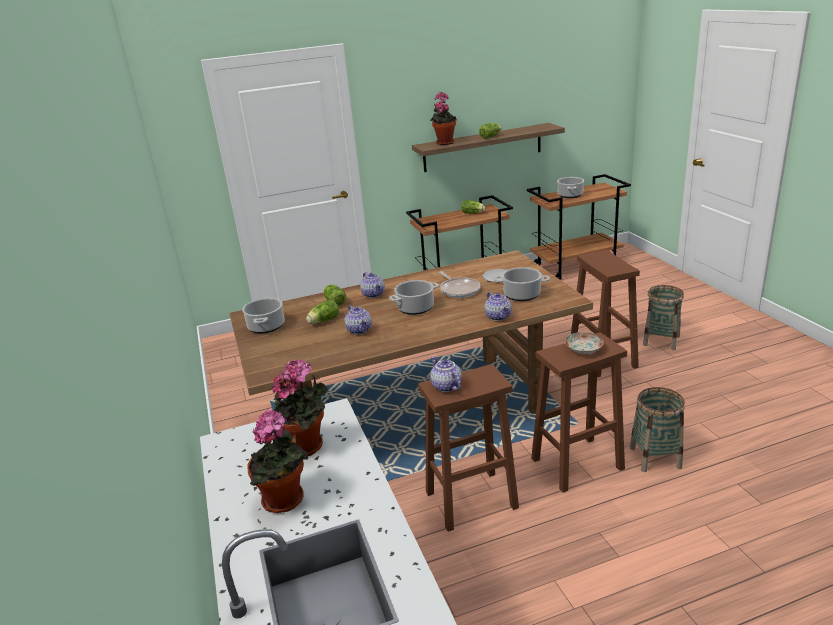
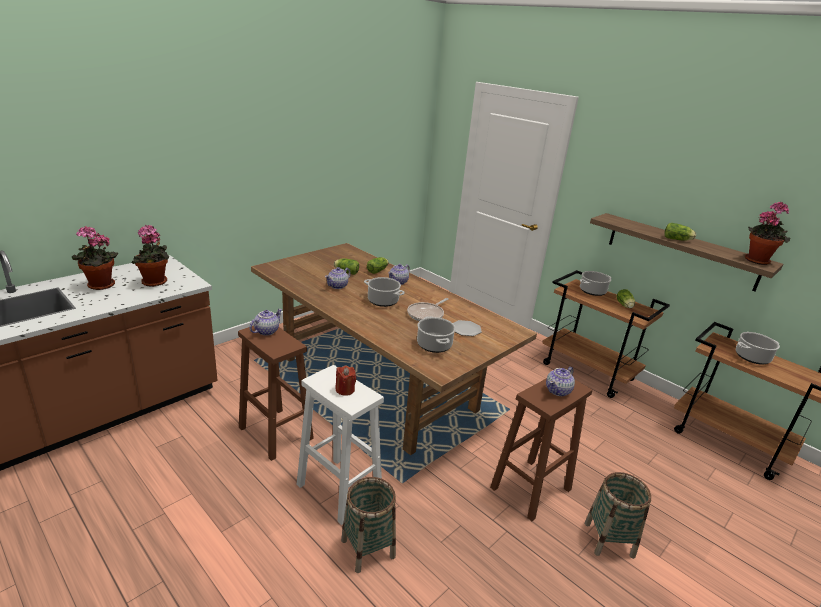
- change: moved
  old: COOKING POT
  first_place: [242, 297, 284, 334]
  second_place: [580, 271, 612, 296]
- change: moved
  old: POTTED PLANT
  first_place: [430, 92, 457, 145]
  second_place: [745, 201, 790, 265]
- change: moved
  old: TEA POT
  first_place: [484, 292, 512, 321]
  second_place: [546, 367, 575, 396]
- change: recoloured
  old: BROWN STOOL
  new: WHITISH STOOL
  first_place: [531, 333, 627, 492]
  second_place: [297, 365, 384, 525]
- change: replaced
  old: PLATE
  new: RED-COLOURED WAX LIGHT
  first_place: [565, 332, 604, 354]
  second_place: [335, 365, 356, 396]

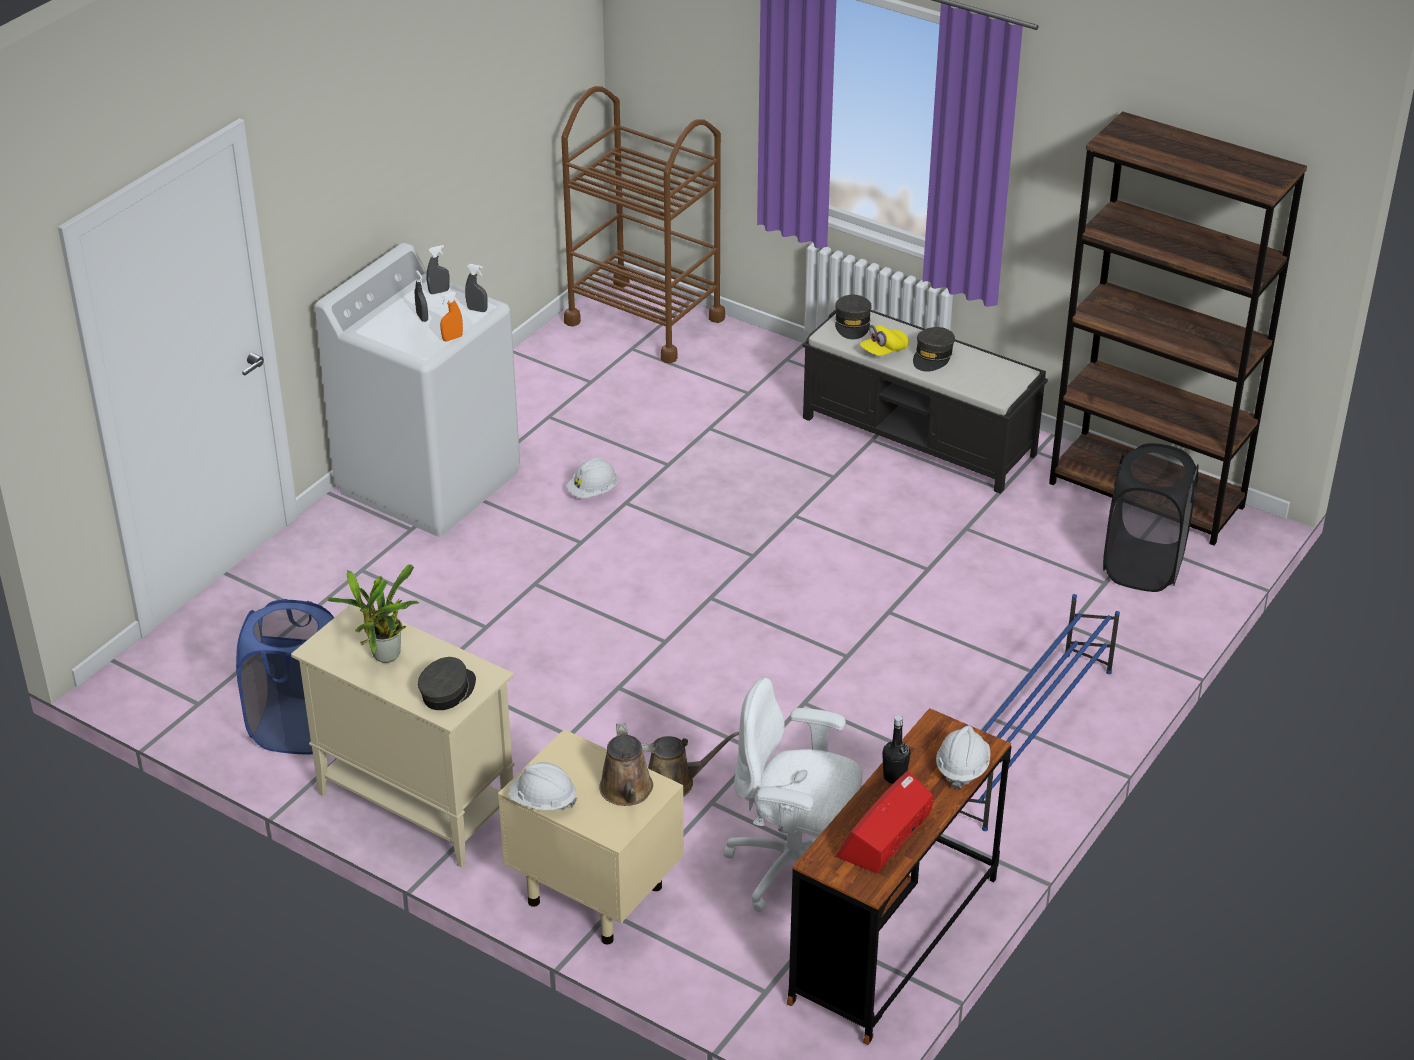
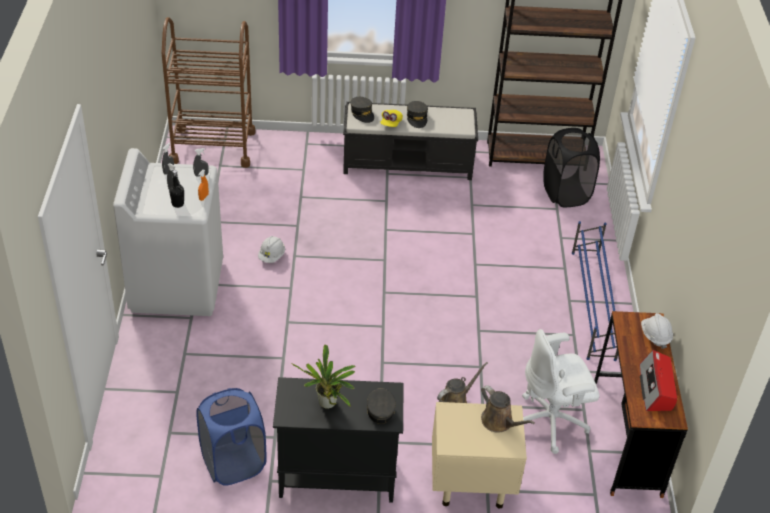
- change: recoloured
  old: SAND-COLOURED CUPBOARD
  new: BLACK-COLOURED CUPBOARD
  first_place: [291, 604, 515, 868]
  second_place: [273, 377, 404, 503]
- change: removed
  old: WHITISH HARD HAT
  first_place: [509, 762, 577, 810]
- change: moved
  old: BLACK-COLOURED BEVERAGE BOTTLE
  first_place: [882, 715, 910, 784]
  second_place: [169, 170, 184, 208]

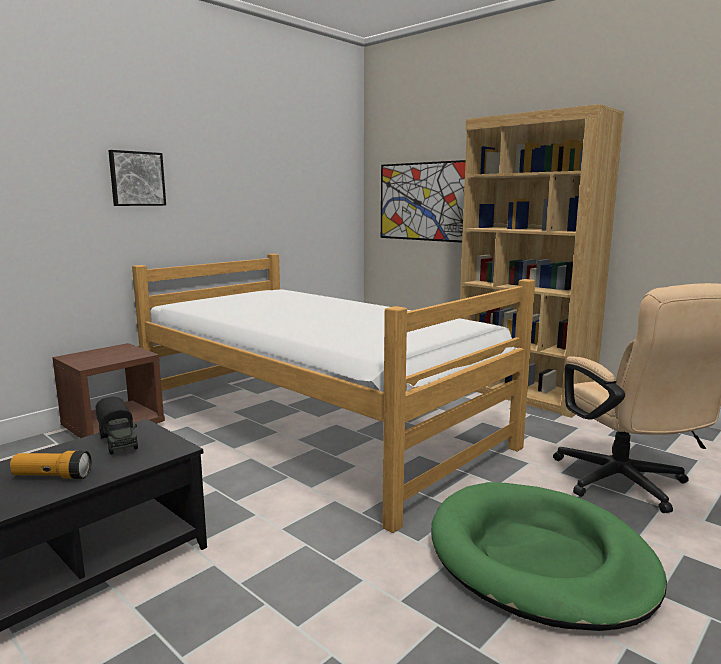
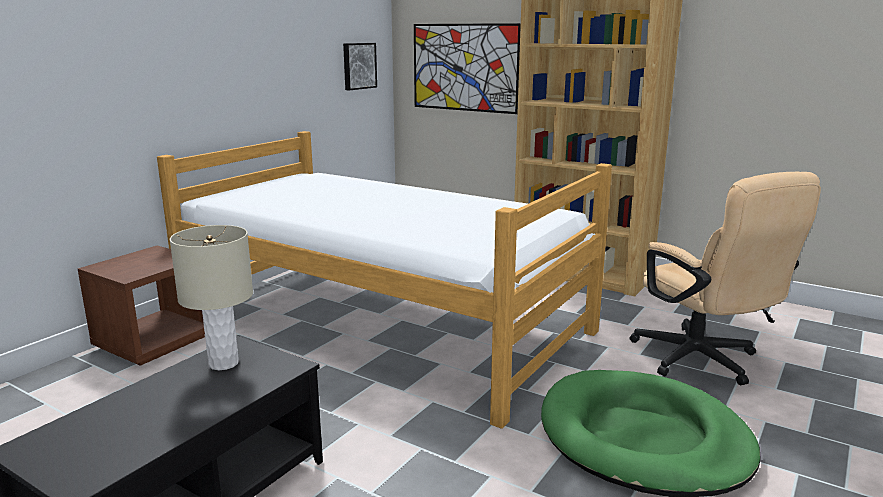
- change: removed
  old: TORCH
  first_place: [10, 451, 91, 479]
- change: replaced
  old: TOY TRUCK
  new: SAND-COLOURED LAMP FOR A TABLE
  first_place: [96, 396, 138, 455]
  second_place: [170, 225, 253, 370]
- change: moved
  old: PICTURE
  first_place: [108, 150, 166, 206]
  second_place: [343, 43, 377, 90]

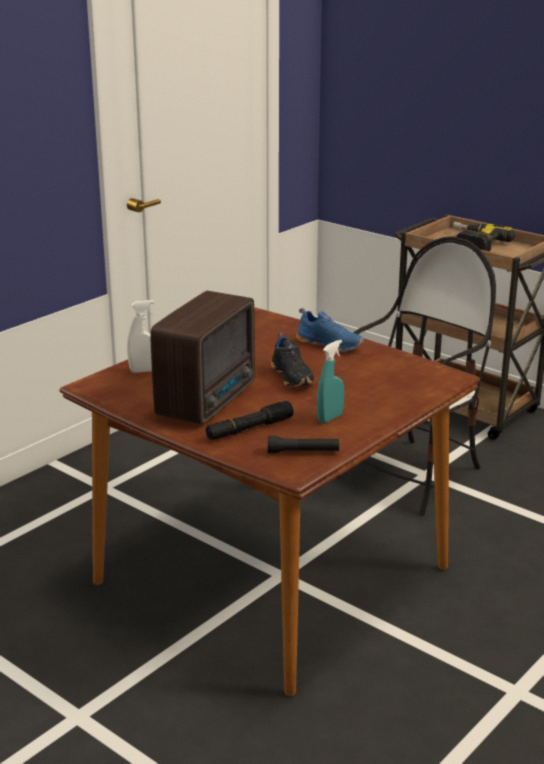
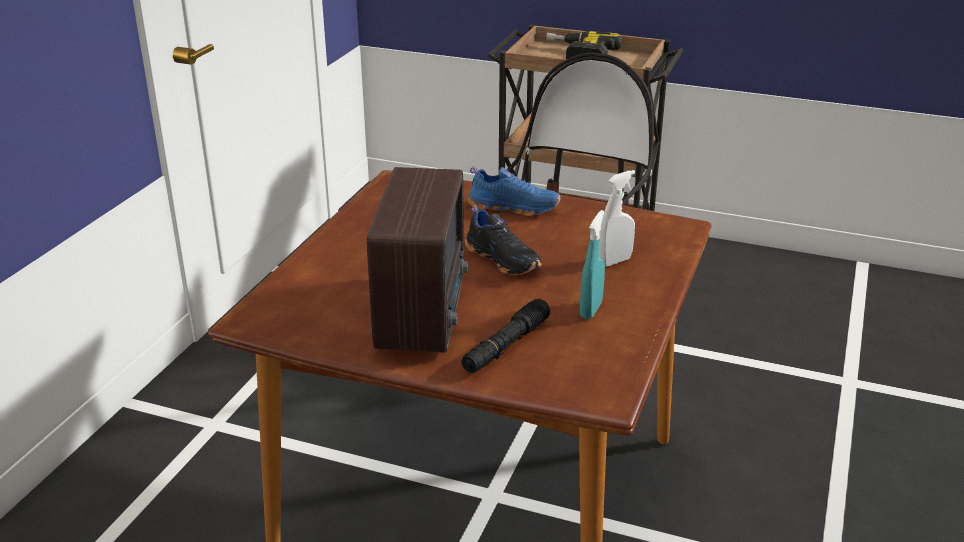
- change: moved
  old: WHITISH SPRAYER
  first_place: [127, 300, 154, 373]
  second_place: [599, 170, 635, 267]
- change: removed
  old: BLACK-COLOURED TORCH
  first_place: [268, 436, 339, 453]

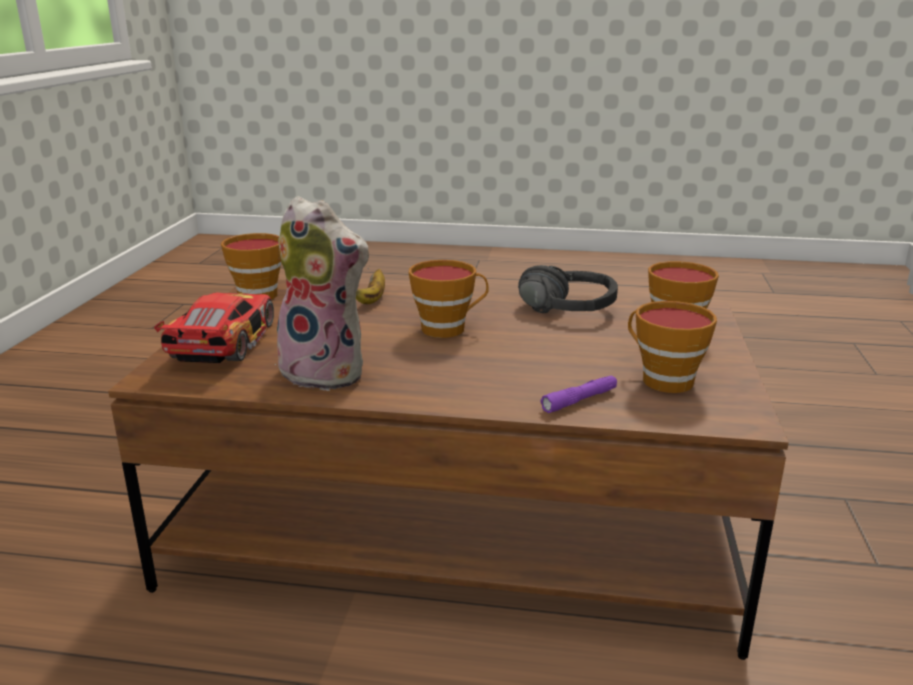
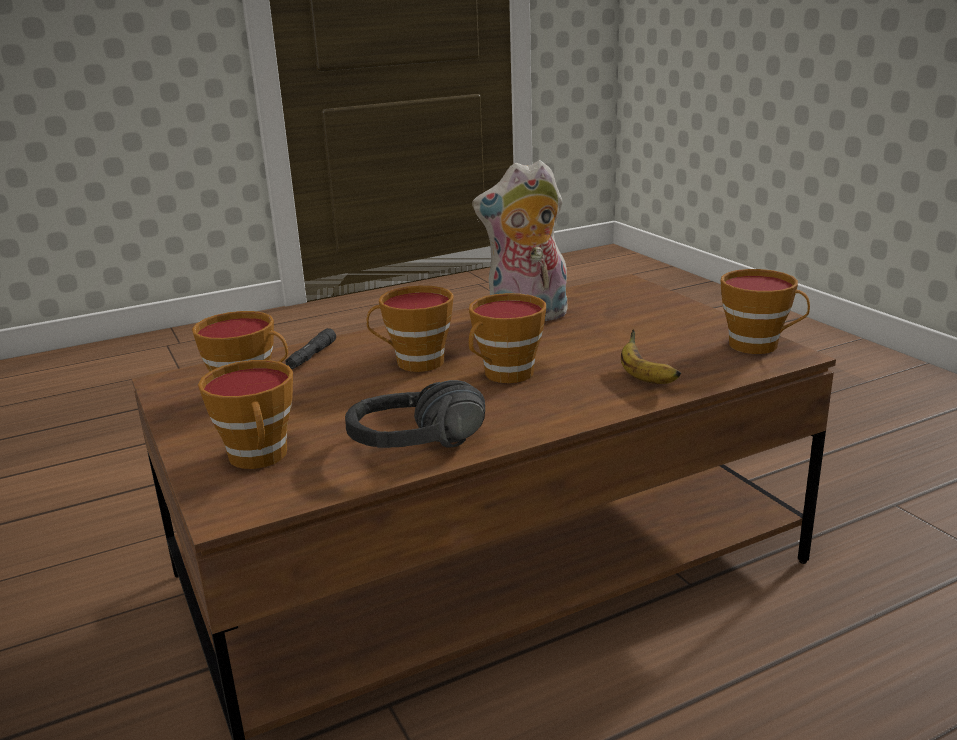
- change: removed
  old: MODEL CAR
  first_place: [154, 292, 274, 363]
- change: recoloured
  old: PURPLE-COLOURED TORCH
  new: BLACK-COLOURED TORCH
  first_place: [541, 376, 617, 413]
  second_place: [285, 328, 336, 369]
- change: added
  new: SMALL CUP
  second_place: [366, 286, 454, 372]

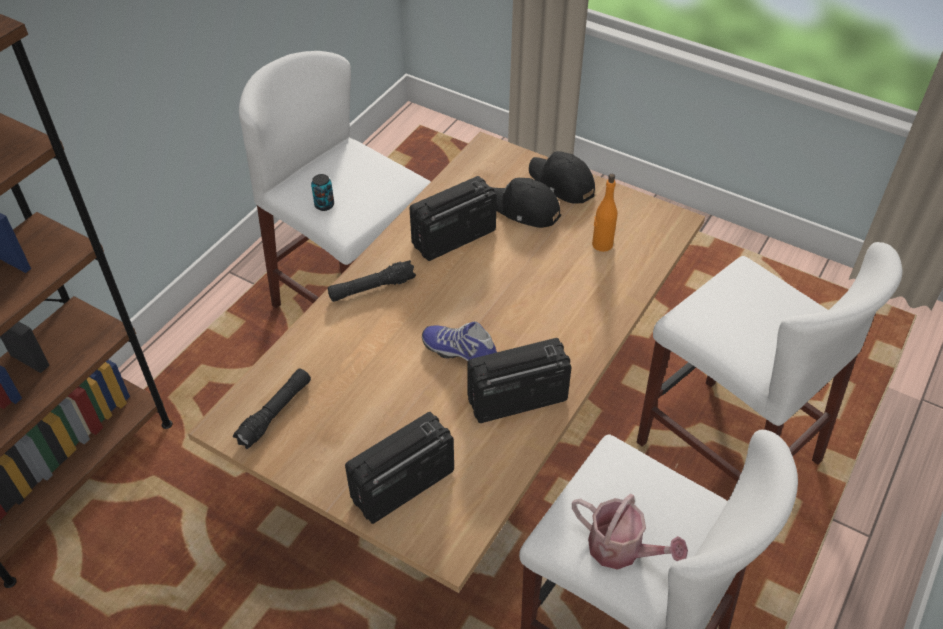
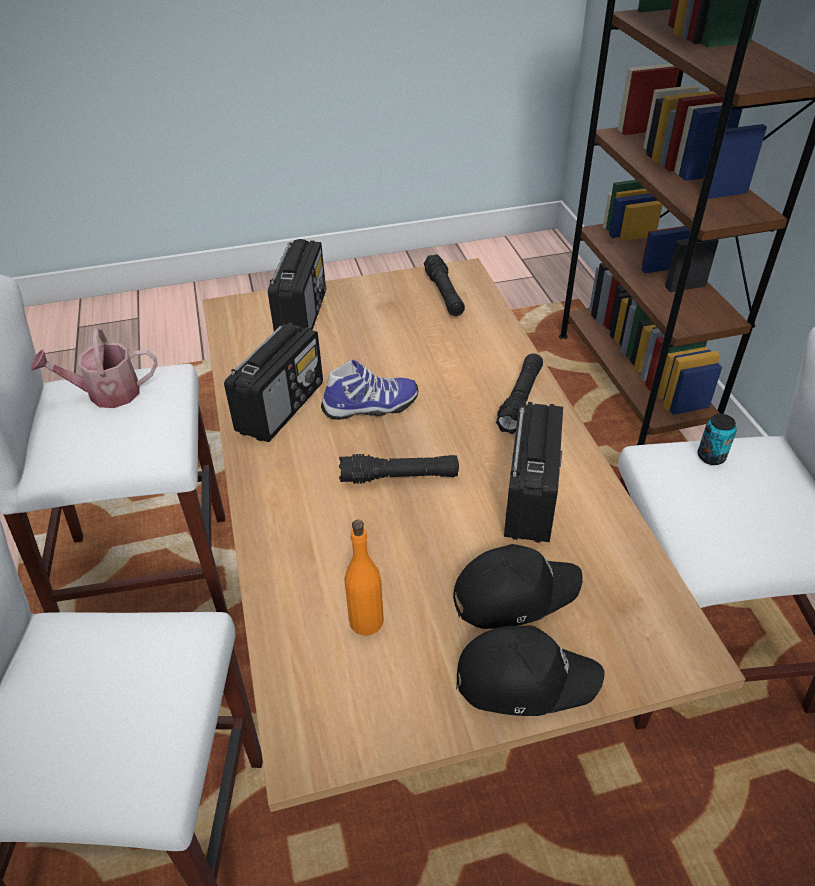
- change: added
  new: BLACK-COLOURED TORCH
  second_place: [339, 454, 459, 484]

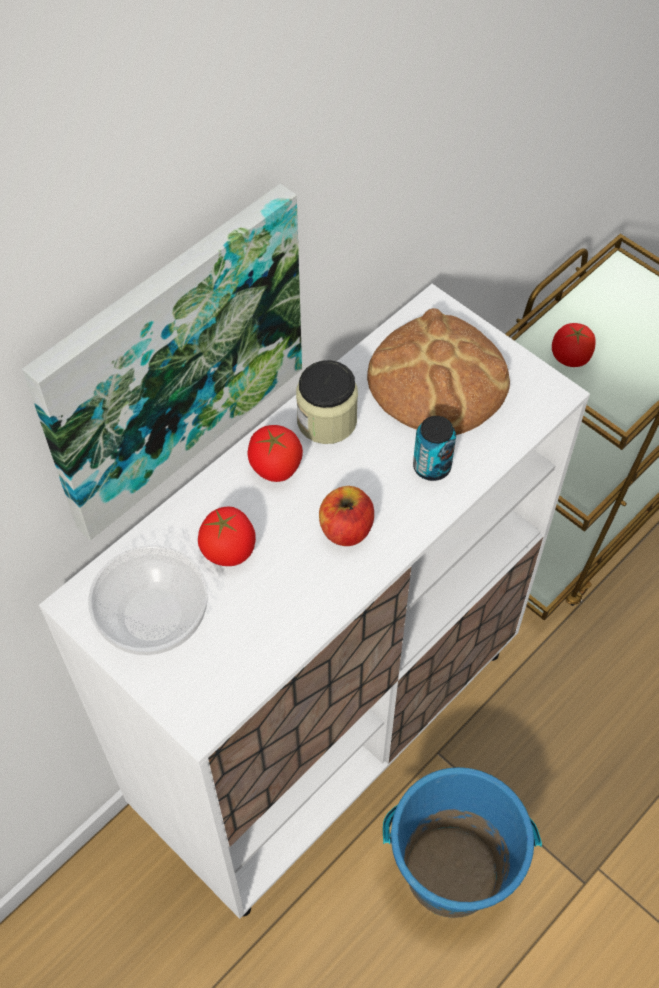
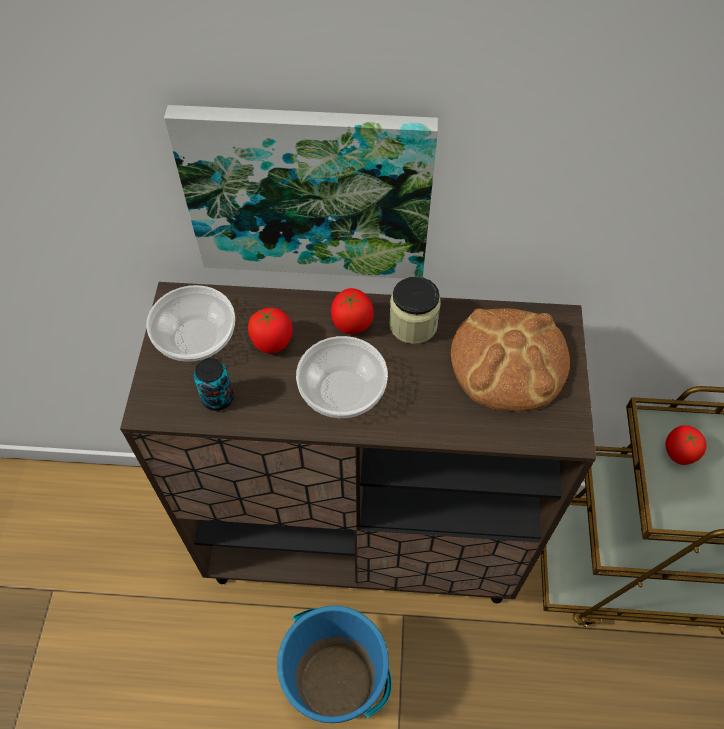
- change: recoloured
  old: WHITISH CUPBOARD
  new: BROWN CUPBOARD
  first_place: [39, 284, 590, 919]
  second_place: [120, 282, 596, 604]
- change: replaced
  old: WHOLE APPLE
  new: SERVING BOWL
  first_place: [319, 486, 374, 546]
  second_place: [296, 336, 388, 418]
- change: moved
  old: METAL CAN
  first_place: [413, 416, 456, 481]
  second_place: [194, 358, 234, 411]

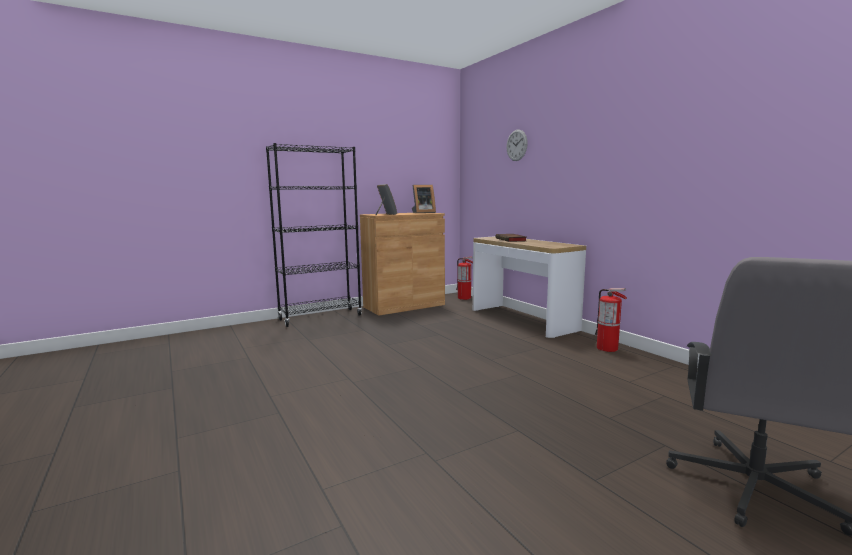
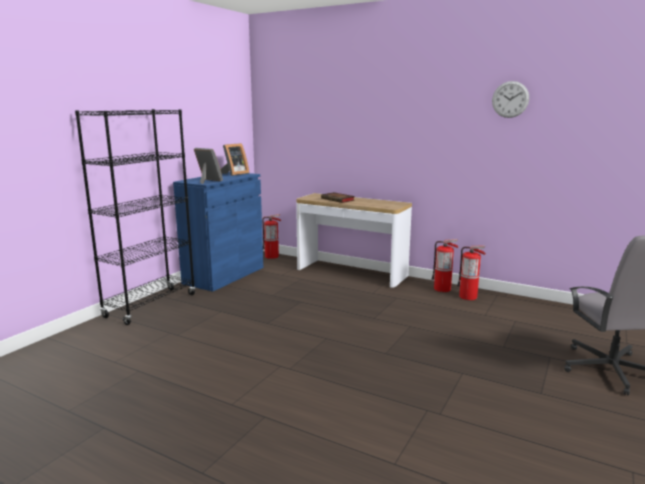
- change: recoloured
  old: BROWN CUPBOARD
  new: BLUE CUPBOARD
  first_place: [360, 213, 445, 316]
  second_place: [173, 172, 263, 292]
- change: moved
  old: CLOCK ON THE WALL
  first_place: [506, 130, 528, 161]
  second_place: [492, 81, 529, 118]
- change: added
  new: FIRE-FIGHTING CYLINDER
  second_place: [457, 246, 486, 300]

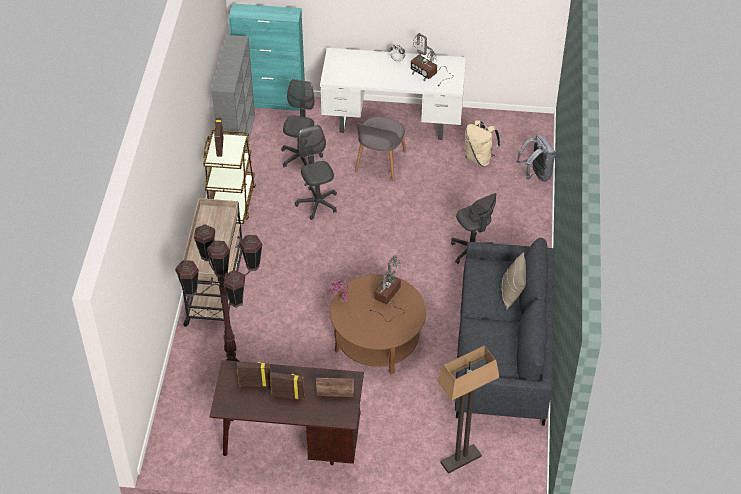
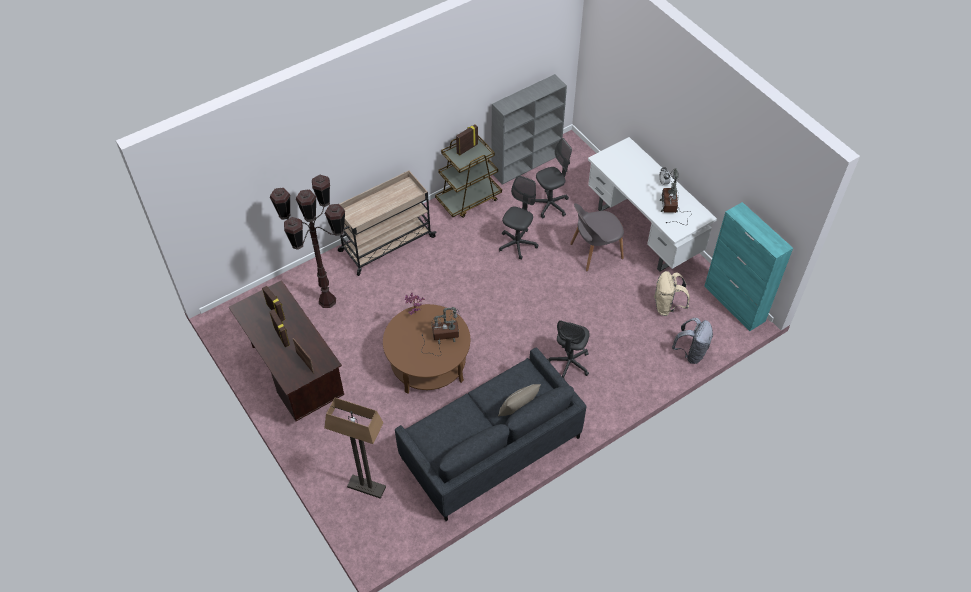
- change: moved
  old: TURQUOISE-COLOURED CUPBOARD
  first_place: [229, 3, 305, 111]
  second_place: [704, 202, 793, 331]

